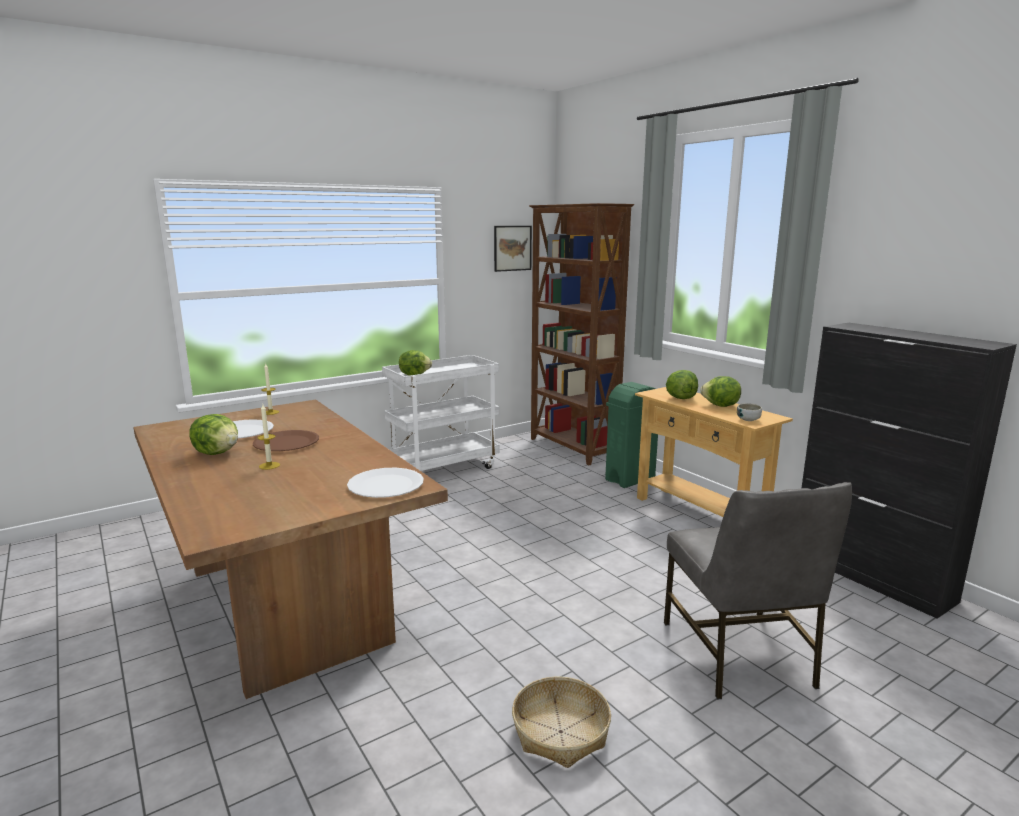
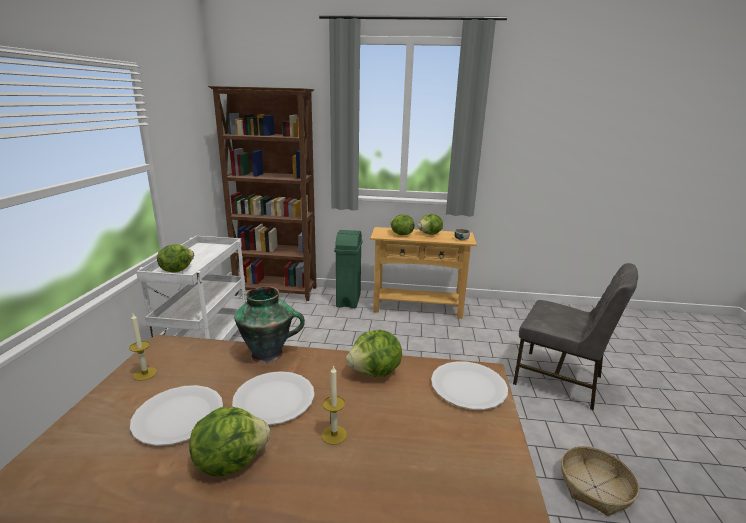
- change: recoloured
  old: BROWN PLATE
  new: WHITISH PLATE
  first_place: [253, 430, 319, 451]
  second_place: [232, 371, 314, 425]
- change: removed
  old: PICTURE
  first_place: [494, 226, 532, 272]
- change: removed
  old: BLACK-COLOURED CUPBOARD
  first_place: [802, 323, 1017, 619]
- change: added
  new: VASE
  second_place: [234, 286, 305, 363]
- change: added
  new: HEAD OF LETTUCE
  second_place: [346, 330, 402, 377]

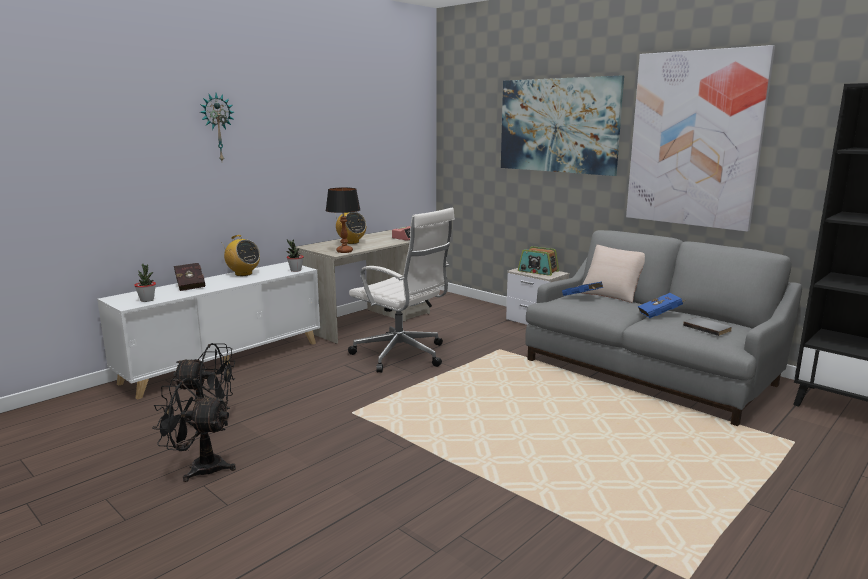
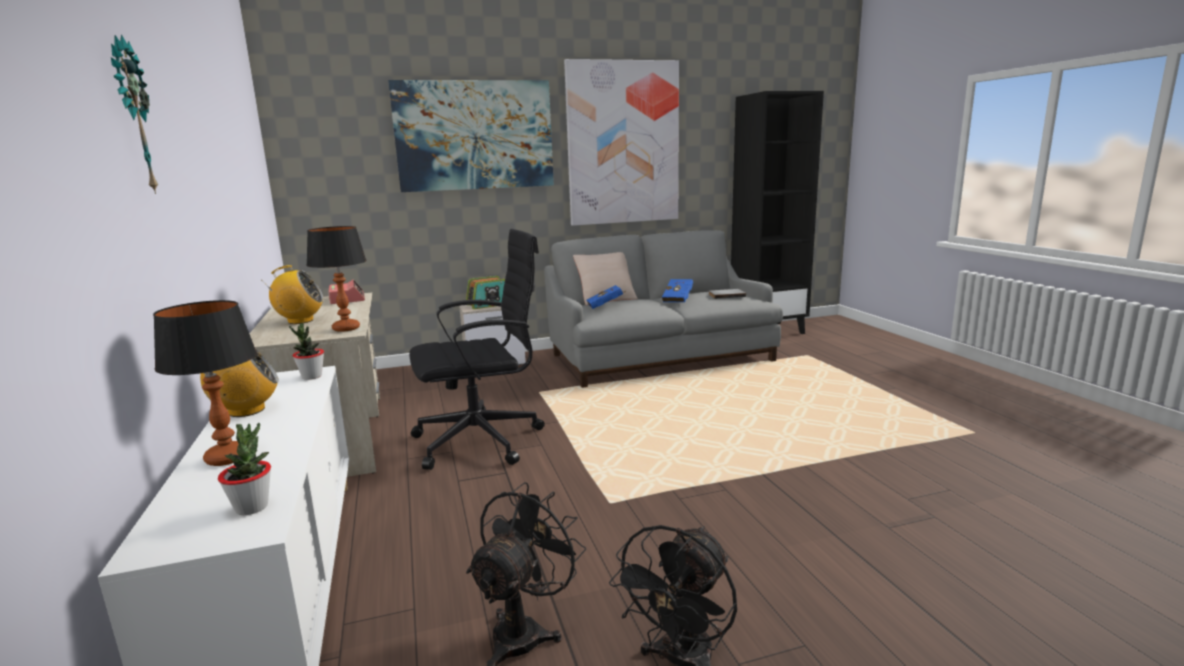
- change: replaced
  old: RED-COLOURED VOLUME
  new: LAMP FOR A TABLE
  first_place: [174, 263, 205, 291]
  second_place: [153, 300, 257, 466]
- change: recoloured
  old: WHITISH COMPUTER CHAIR
  new: BLACK-COLOURED COMPUTER CHAIR
  first_place: [348, 208, 455, 373]
  second_place: [409, 229, 545, 470]

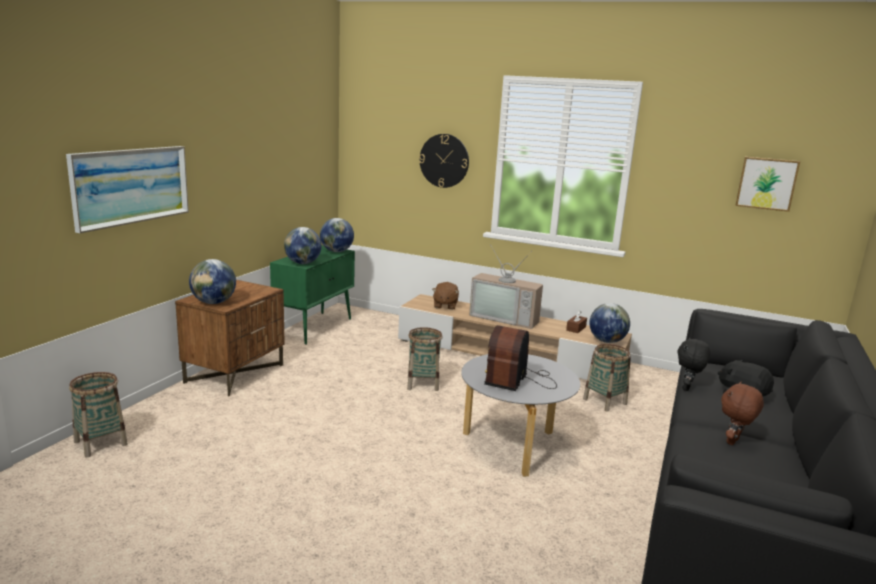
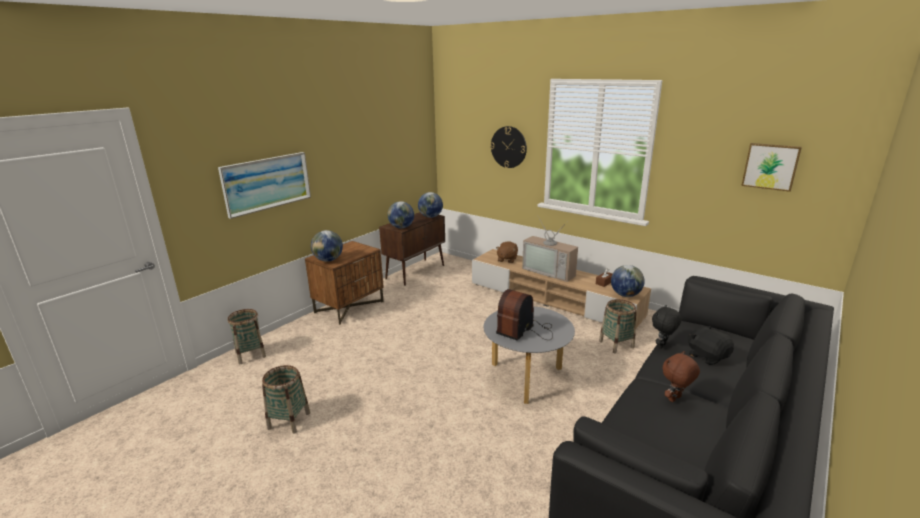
- change: recoloured
  old: GREEN CUPBOARD
  new: BROWN CUPBOARD
  first_place: [270, 245, 355, 345]
  second_place: [379, 212, 445, 286]
- change: moved
  old: BASKET
  first_place: [407, 327, 443, 391]
  second_place: [262, 365, 310, 434]

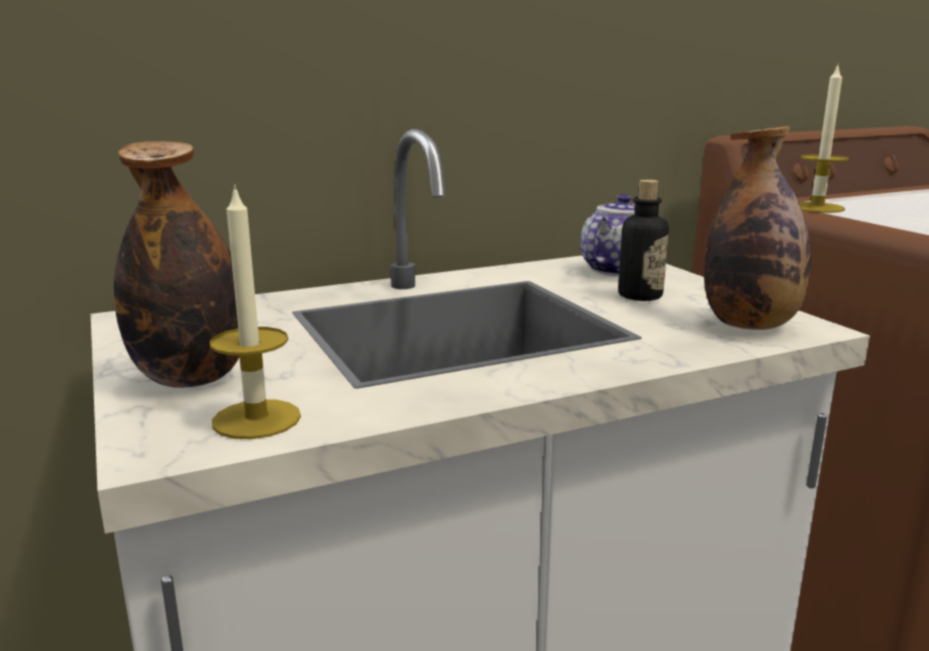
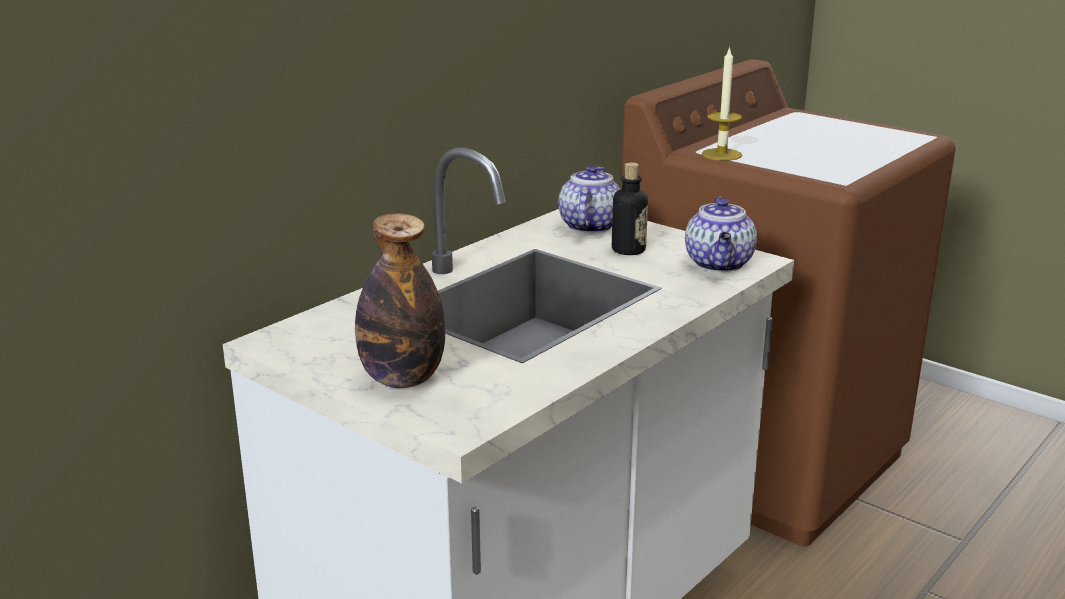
- change: removed
  old: WAX LIGHT
  first_place: [210, 184, 301, 439]
- change: replaced
  old: BEVERAGE BOTTLE
  new: TEA POT
  first_place: [704, 126, 811, 330]
  second_place: [685, 196, 757, 272]

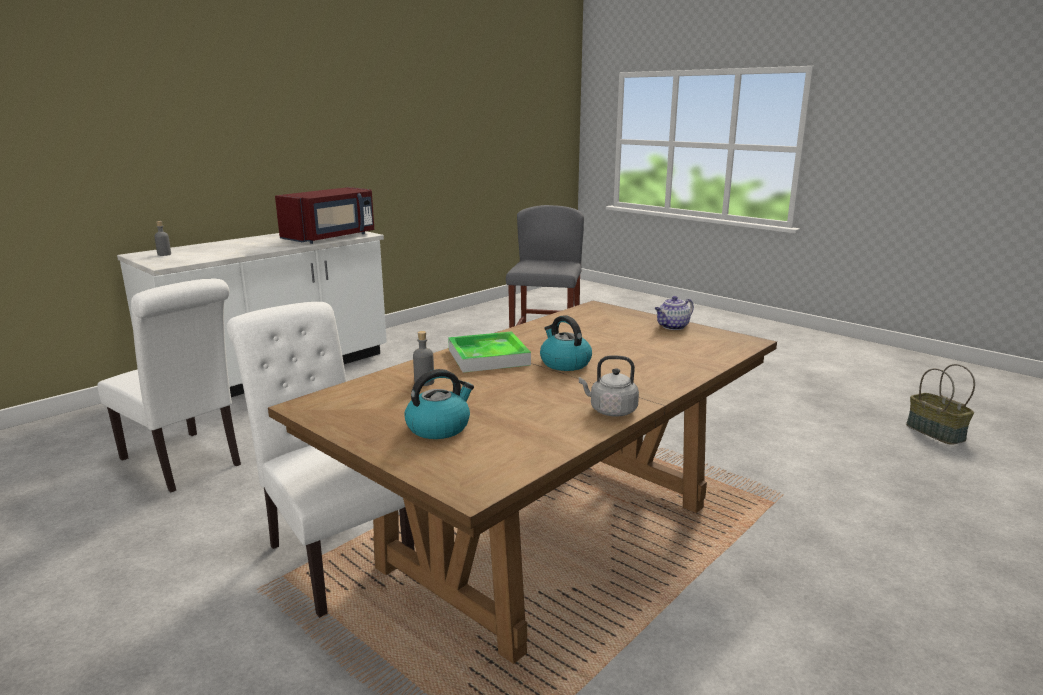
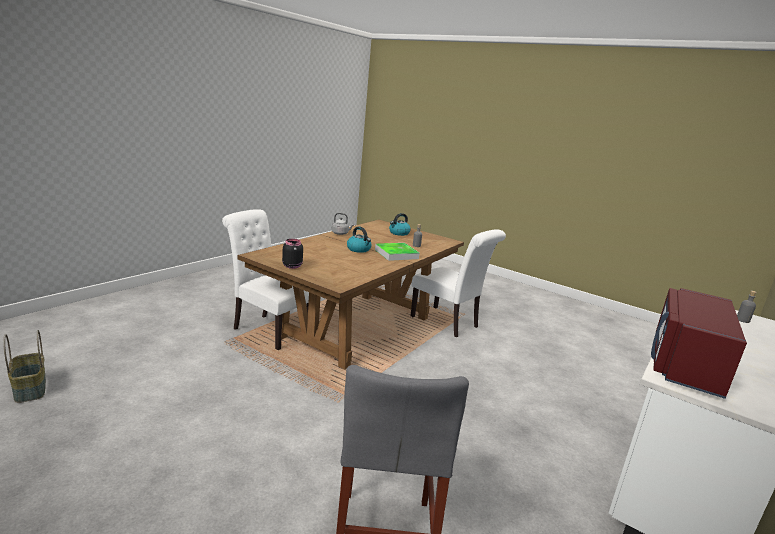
- change: moved
  old: WHITISH UPRIGHT CHAIR
  first_place: [97, 279, 241, 492]
  second_place: [222, 209, 309, 350]
- change: replaced
  old: TEA POT
  new: BLACK-COLOURED JAR
  first_place: [655, 296, 694, 330]
  second_place: [282, 239, 303, 269]

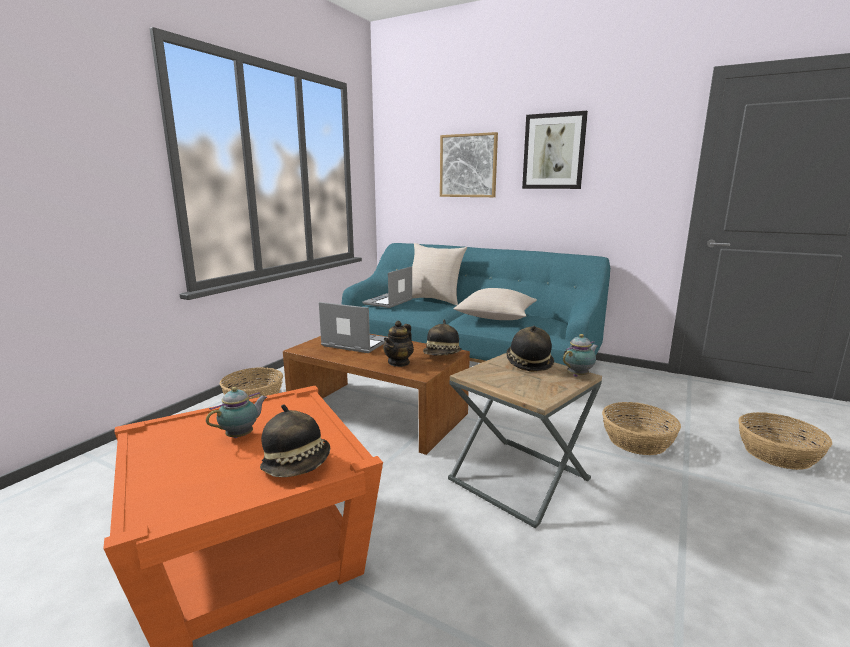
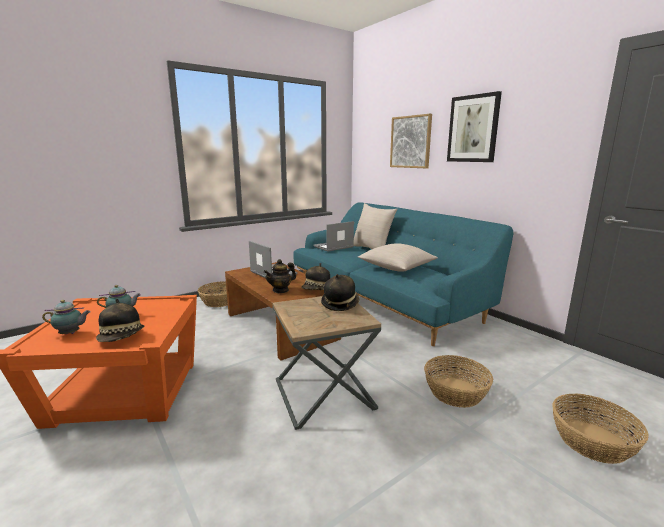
- change: moved
  old: TEA POT
  first_place: [563, 334, 598, 377]
  second_place: [42, 300, 91, 334]

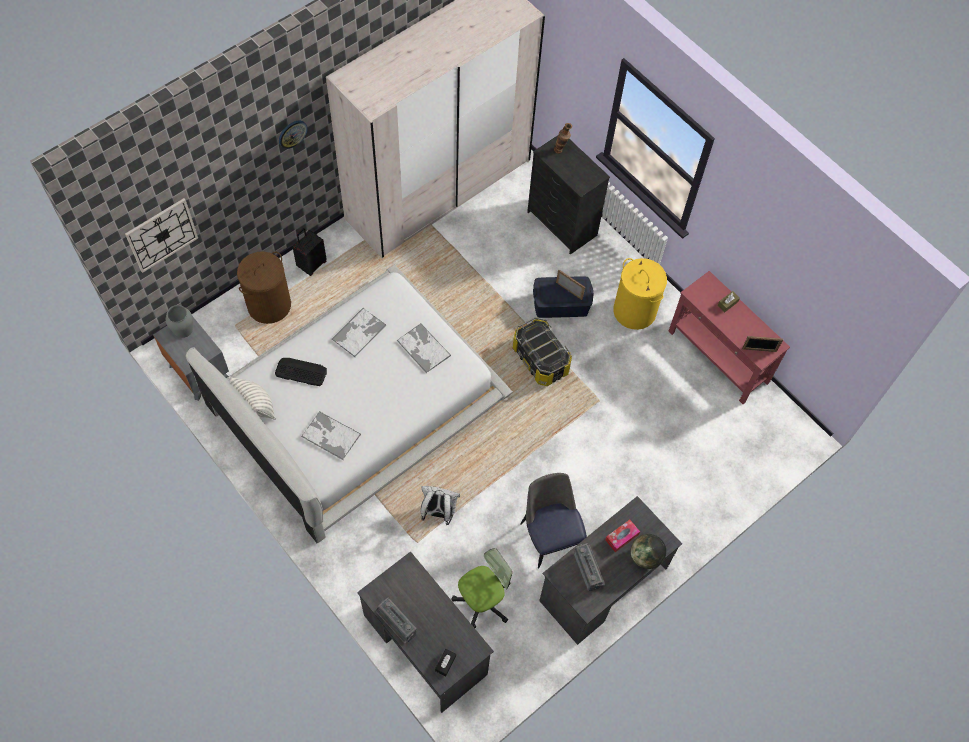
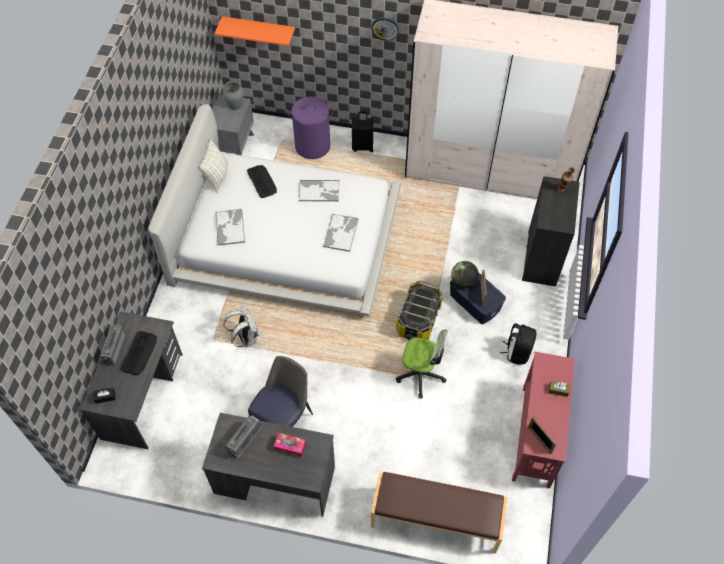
- change: replaced
  old: CLOCK ON THE WALL
  new: ORANGE-COLOURED WALL SHELF
  first_place: [125, 198, 198, 273]
  second_place: [214, 16, 295, 46]
- change: recoloured
  old: BROWN HAMPER
  new: PURPLE-COLOURED HAMPER
  first_place: [237, 252, 291, 324]
  second_place: [287, 97, 334, 159]
- change: moved
  old: COMPUTER CHAIR
  first_place: [451, 548, 512, 628]
  second_place: [396, 329, 448, 398]
- change: replaced
  old: YELLOWISH HAMPER
  new: BLACK-COLOURED RUCKSACK
  first_place: [613, 258, 667, 330]
  second_place: [500, 323, 536, 365]
- change: moved
  old: GLOBE
  first_place: [630, 534, 666, 569]
  second_place: [451, 261, 479, 288]
- change: added
  new: COMPUTER KEYBOARD
  second_place: [120, 331, 157, 375]
- change: added
  new: BROWN INDOOR BENCH
  second_place: [371, 471, 508, 553]

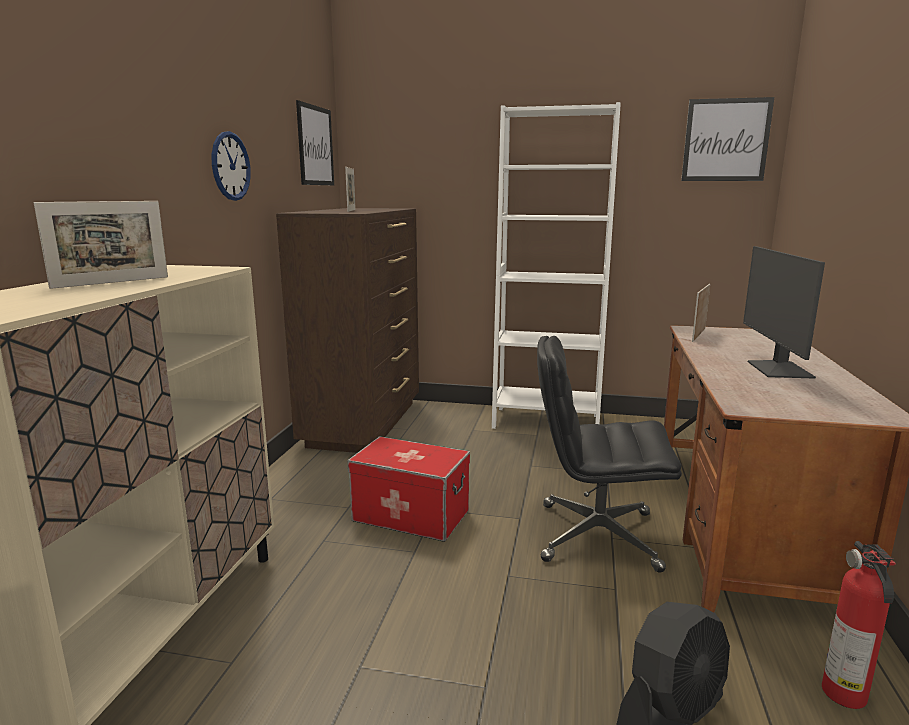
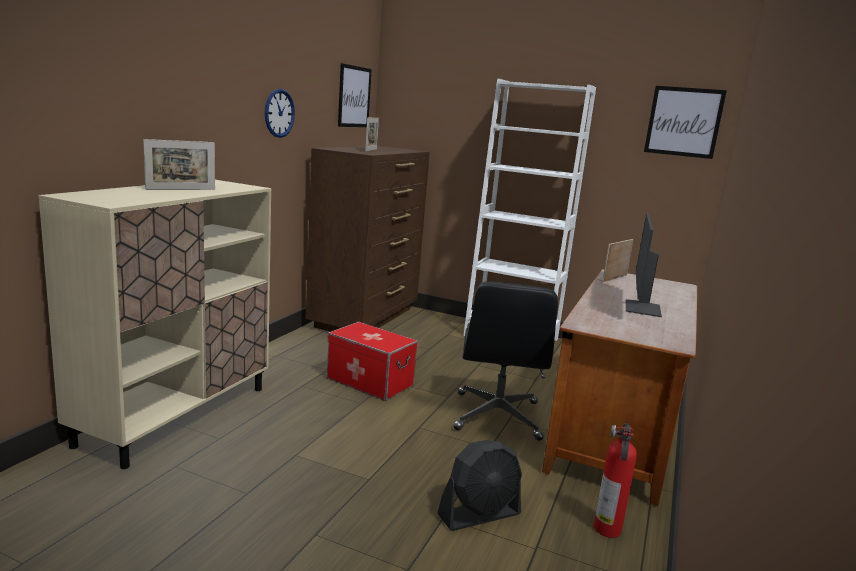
- change: turned
  old: BLACK-COLOURED COMPUTER CHAIR
  first_place: [537, 336, 682, 573]
  second_place: [454, 281, 558, 441]
  degrees: -105

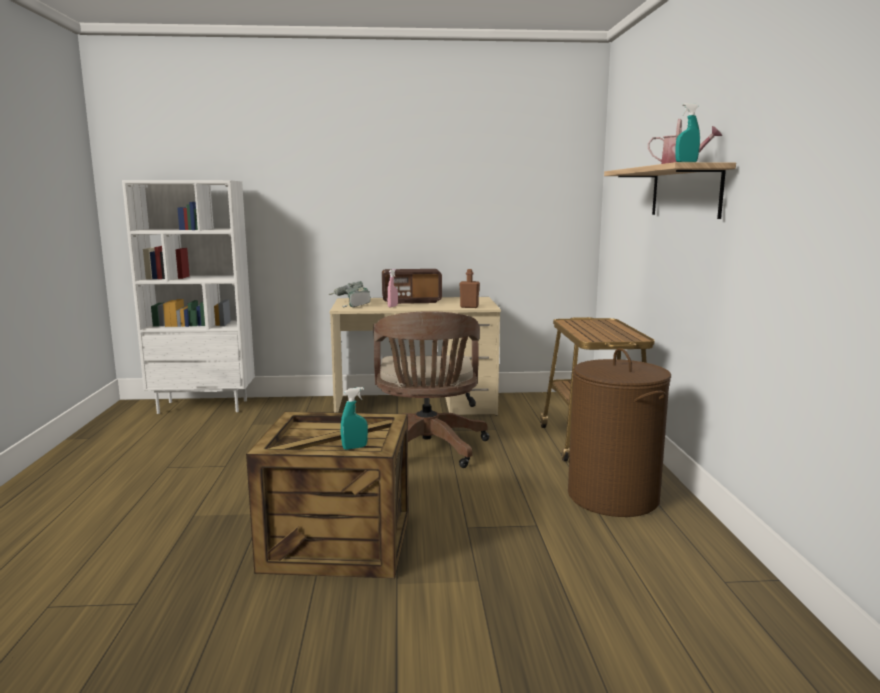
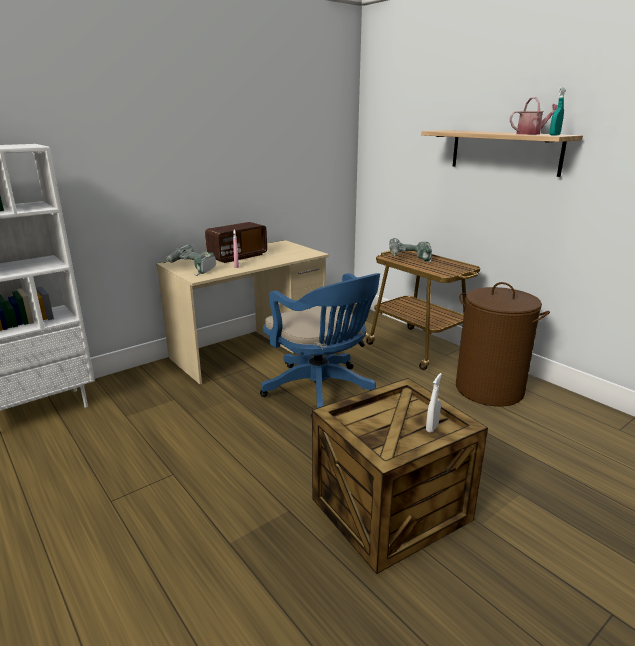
- change: recoloured
  old: TURQUOISE-COLOURED SPRAYER
  new: WHITISH SPRAYER
  first_place: [341, 387, 368, 450]
  second_place: [426, 373, 442, 433]
- change: recoloured
  old: BROWN COMPUTER CHAIR
  new: BLUE COMPUTER CHAIR
  first_place: [373, 311, 489, 468]
  second_place: [260, 273, 380, 418]
- change: removed
  old: BROWN BEVERAGE BOTTLE
  first_place: [459, 269, 480, 308]
- change: added
  new: ELECTRIC DRILL
  second_place: [389, 238, 432, 263]

